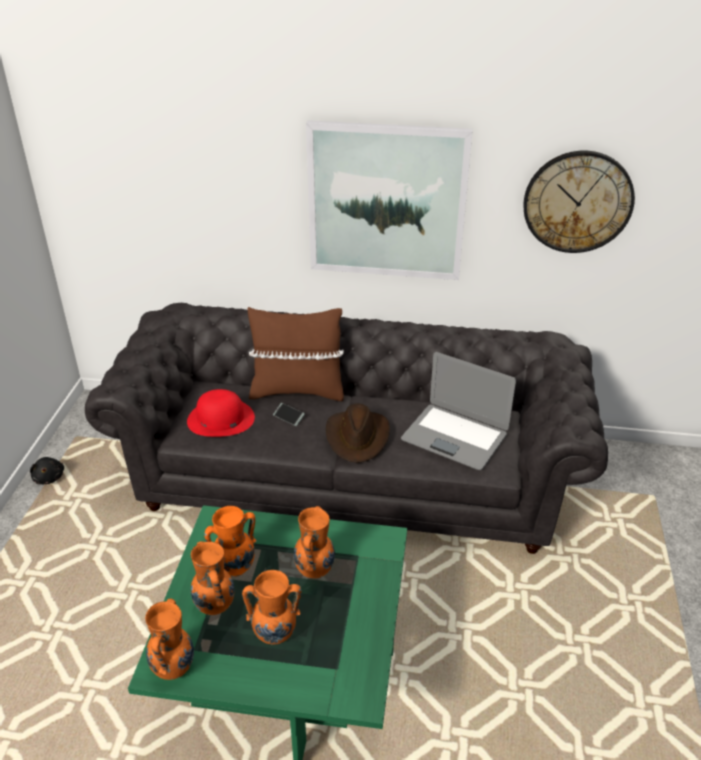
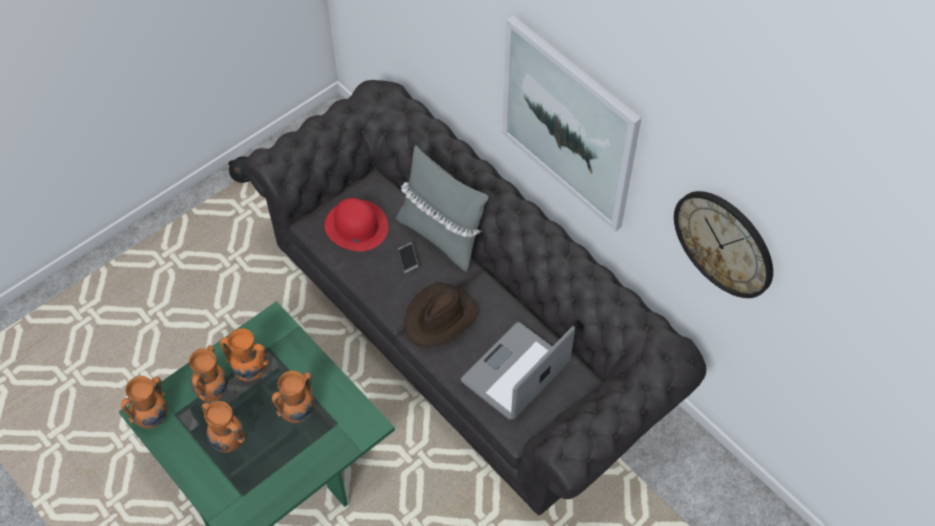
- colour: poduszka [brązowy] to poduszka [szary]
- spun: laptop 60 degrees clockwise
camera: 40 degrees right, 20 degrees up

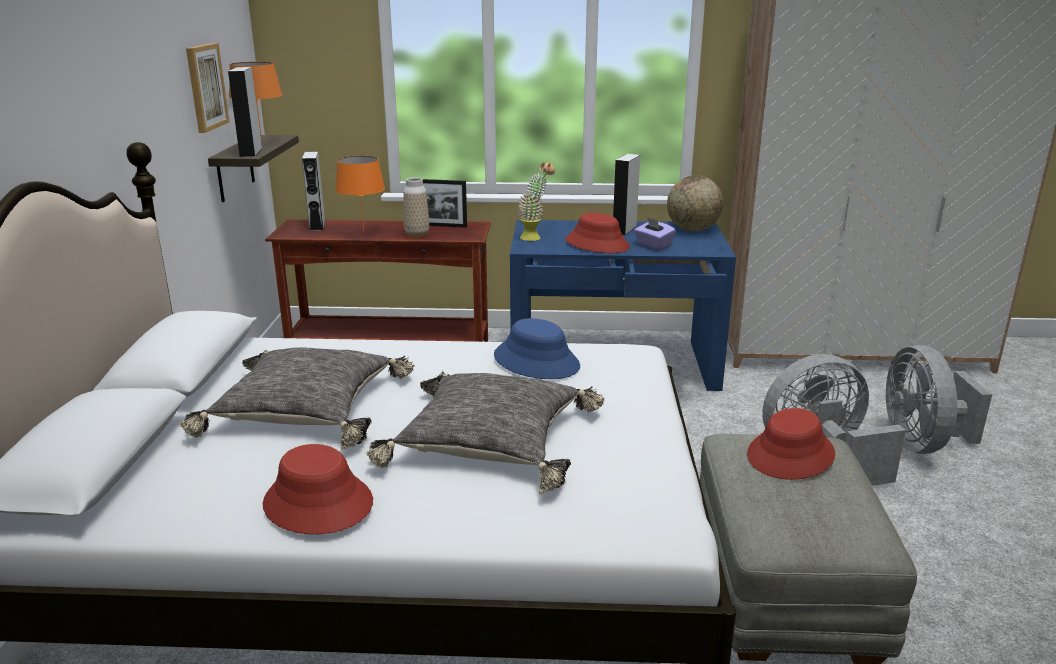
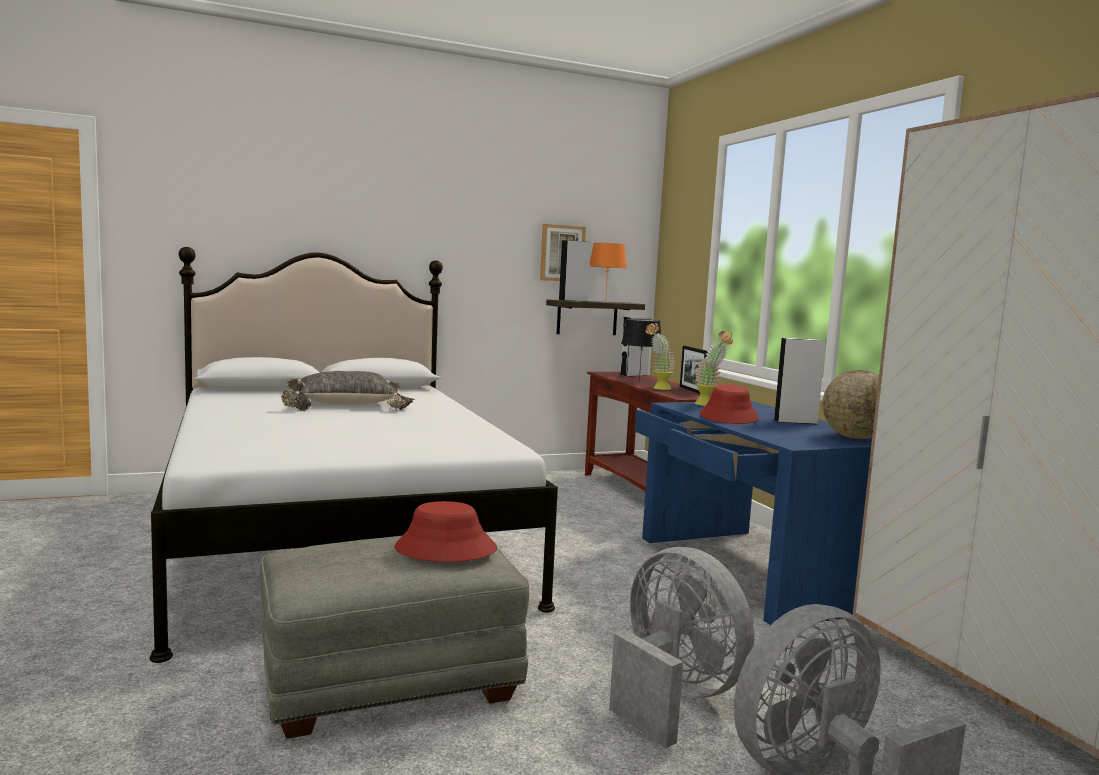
- colour: lampa stołowa [pomarańczowy] (no. 2 from left) to lampa stołowa [czarny]
- exchanged: wazon to roślina doniczkowa (no. 1 from left)
- missing: kapelusz [czerwony] (no. 1 from left)
- missing: poduszka (no. 2 from left)
- missing: kapelusz [niebieski]
- missing: pudełko chusteczek [fioletowy]
camera: 65 degrees right, 15 degrees down

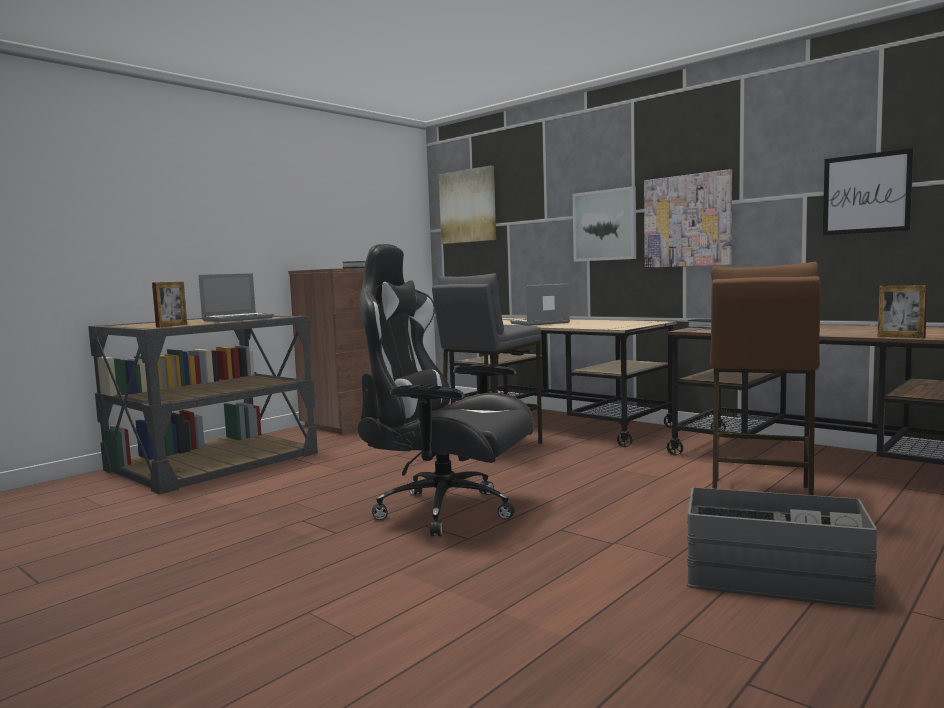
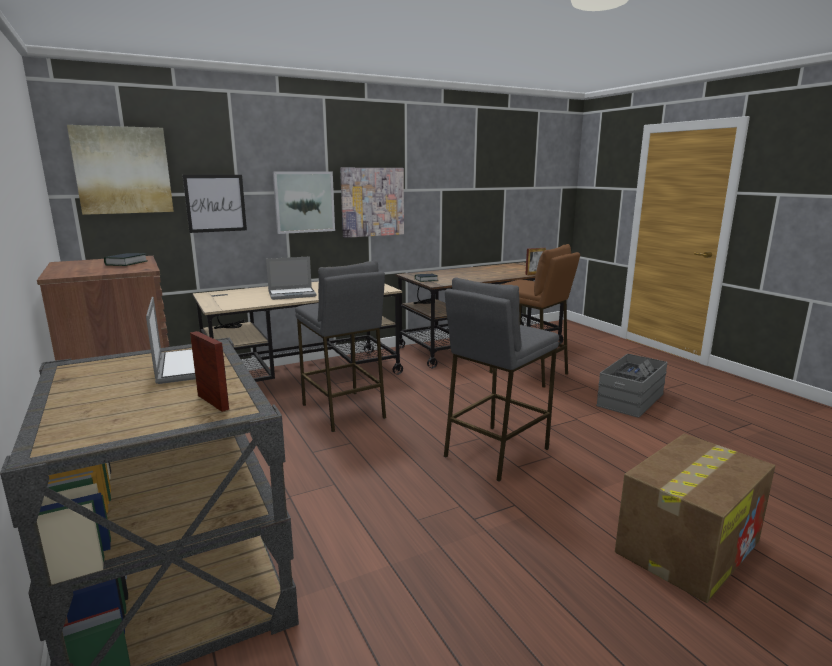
- relocated: obraz (no. 4 from left in the first image) to obraz (no. 2 from left)
- spun: laptop (no. 2 from left) 105 degrees counterclockwise
- exchanged: krzesło biurowe [czarny] to stołek [szary] (no. 2 from left)
- appeared: karton
camera: 70 degrees left, 10 degrees up

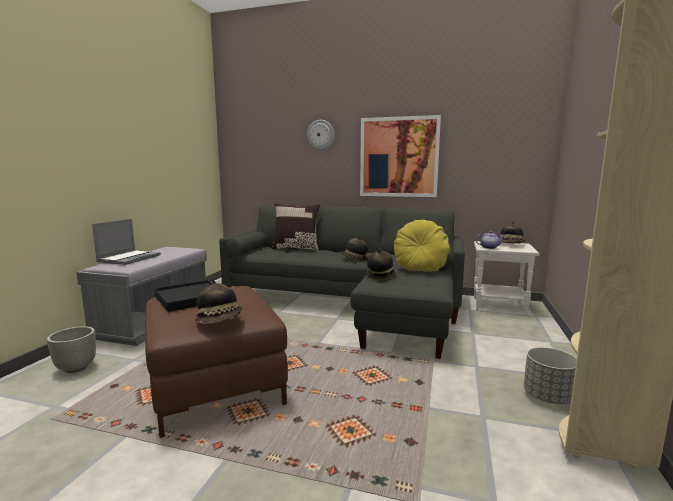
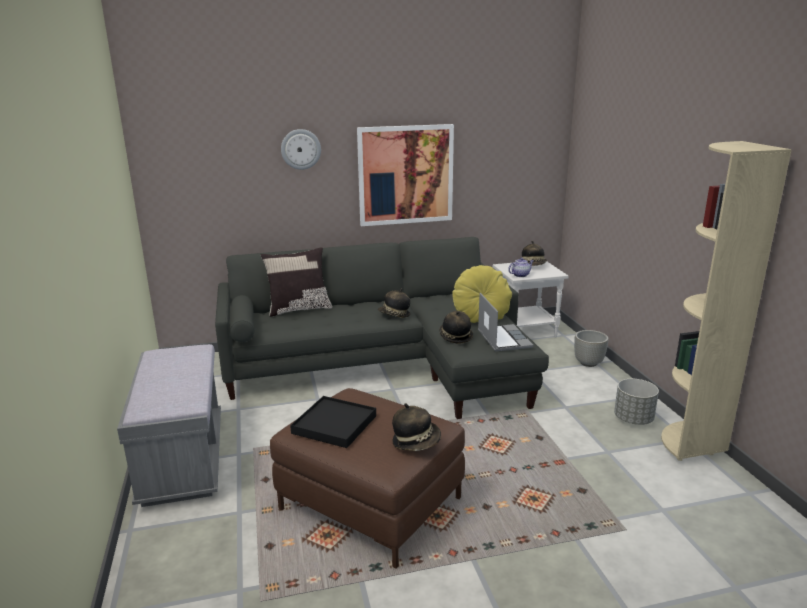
- relocated: laptop
- relocated: donica [szary] (no. 1 from left)
camera: 30 degrees left, 10 degrees up

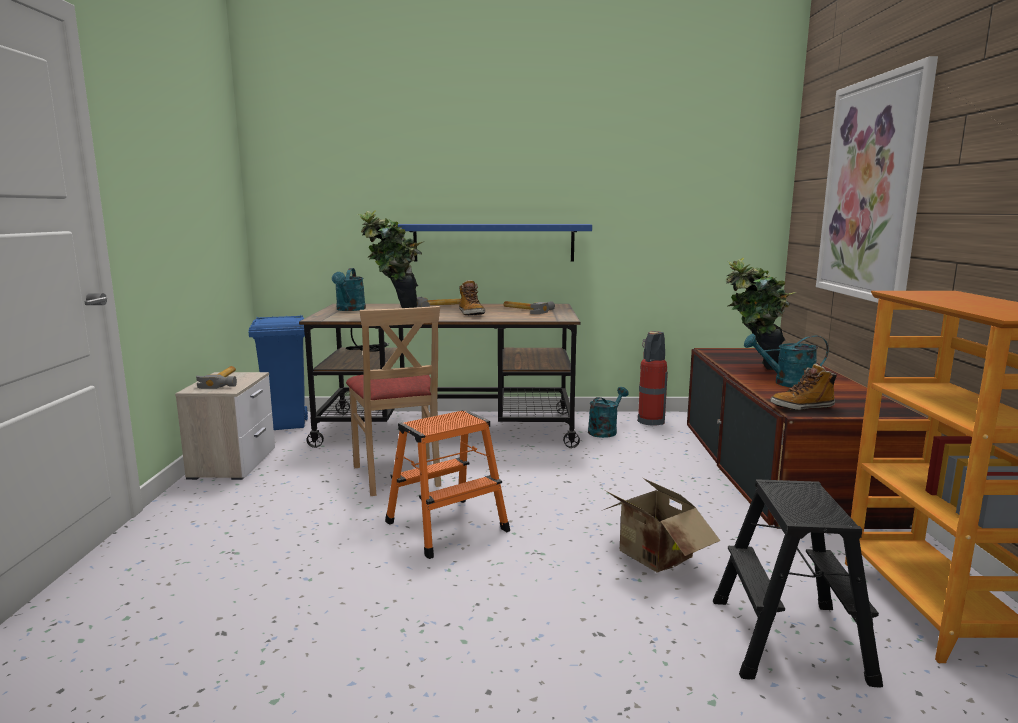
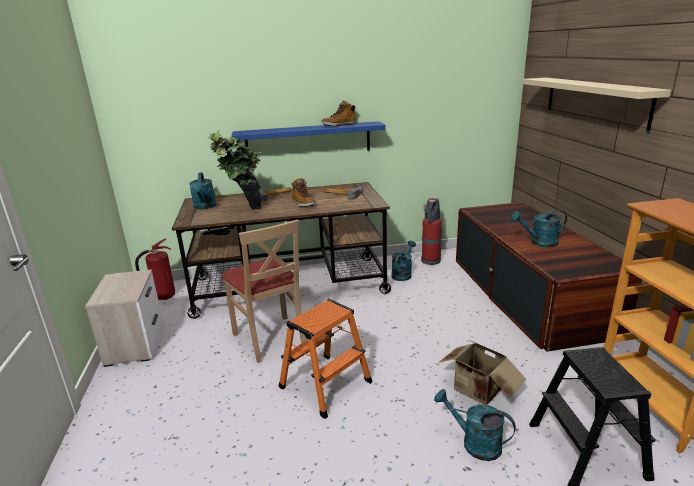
- exchanged: kosz na śmieci [niebieski] to gaśnica (no. 1 from left)
- relocated: but z cholewką (no. 2 from left)
- appeared: konewka [turkusowy] (no. 3 from left)
- exchanged: obraz to półka [beżowy]
- missing: młotek (no. 1 from left)
- missing: roślina doniczkowa (no. 2 from left)
camera: 10 degrees left, 10 degrees up

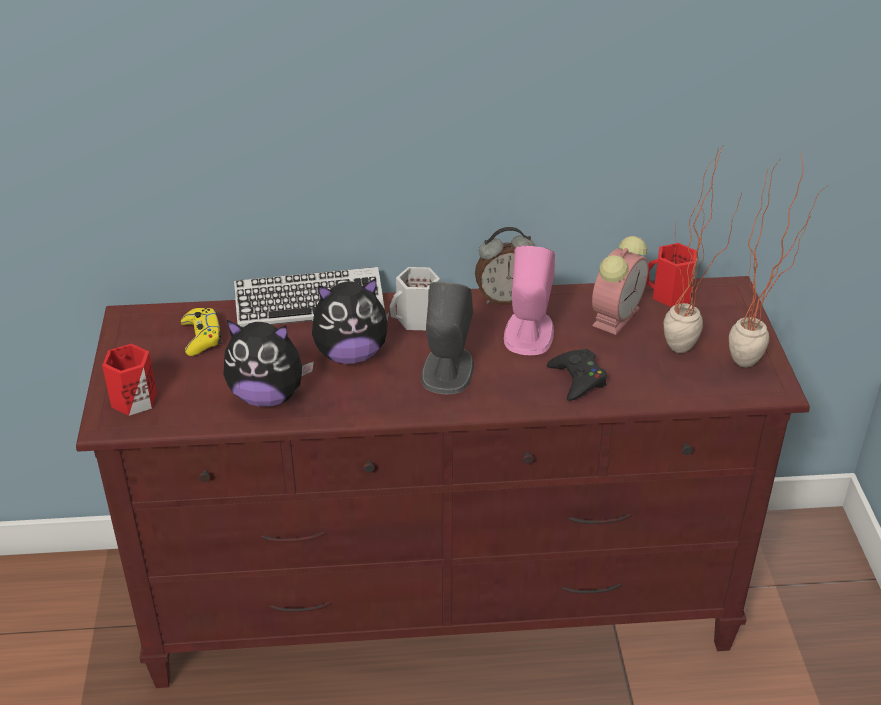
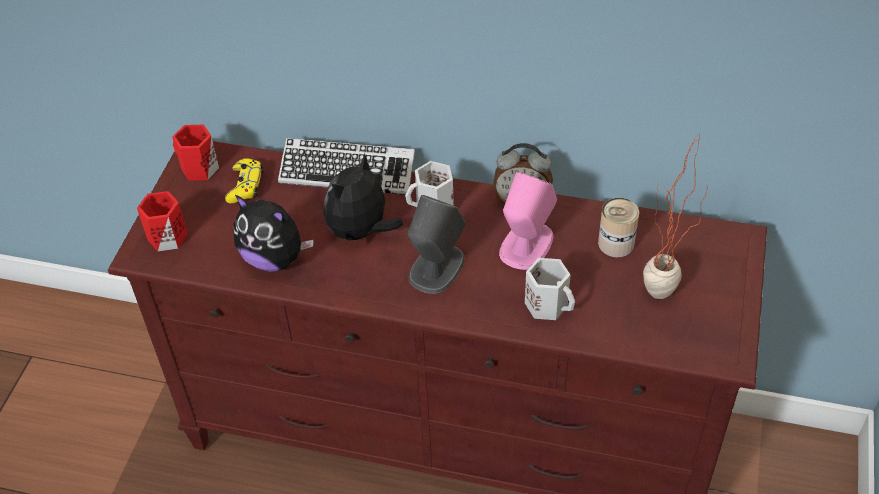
- relocated: kubek [czerwony] (no. 2 from left)
- spun: pluszak (no. 2 from left) 120 degrees clockwise
- exchanged: pad do gier [czarny] to kubek [biały] (no. 2 from left)
- exchanged: budzik (no. 2 from left) to puszka
- missing: roślina doniczkowa (no. 2 from left)
camera: 20 degrees right, 10 degrees up

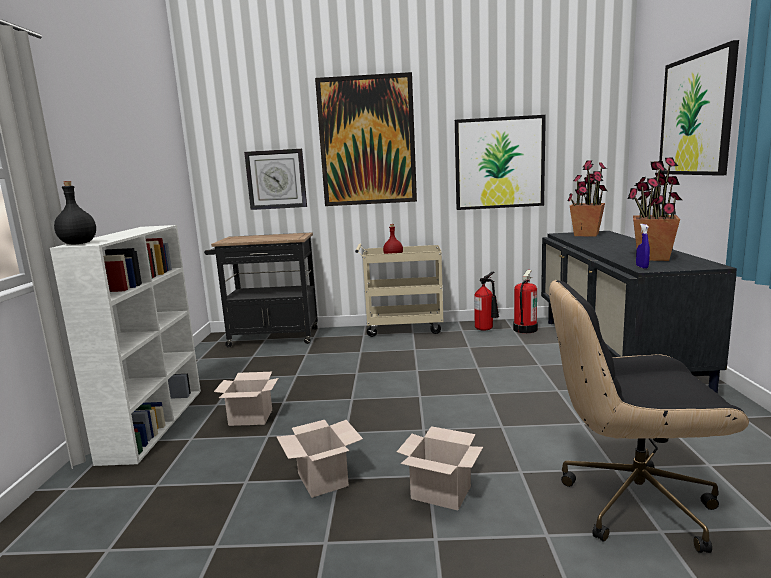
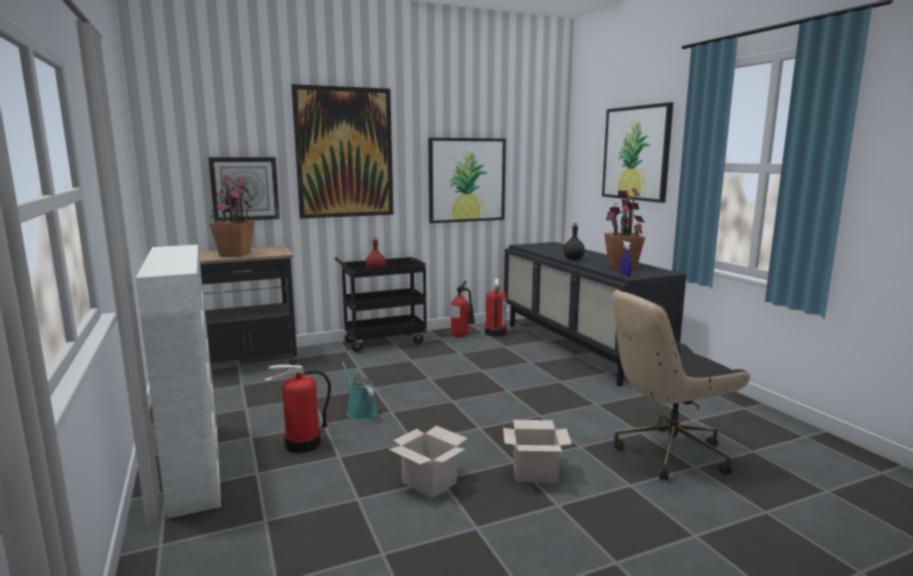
- relocated: roślina doniczkowa (no. 1 from left)
- exchanged: karton (no. 1 from left) to gaśnica (no. 1 from left)
- colour: wózek [beżowy] to wózek [czarny] (no. 2 from left)
- appeared: konewka [turkusowy]
- relocated: butelka [czarny]
camera: 25 degrees left, 0 degrees up

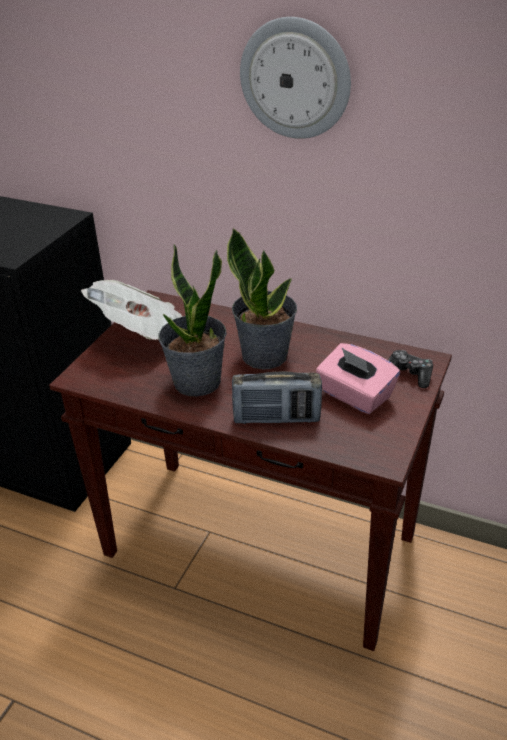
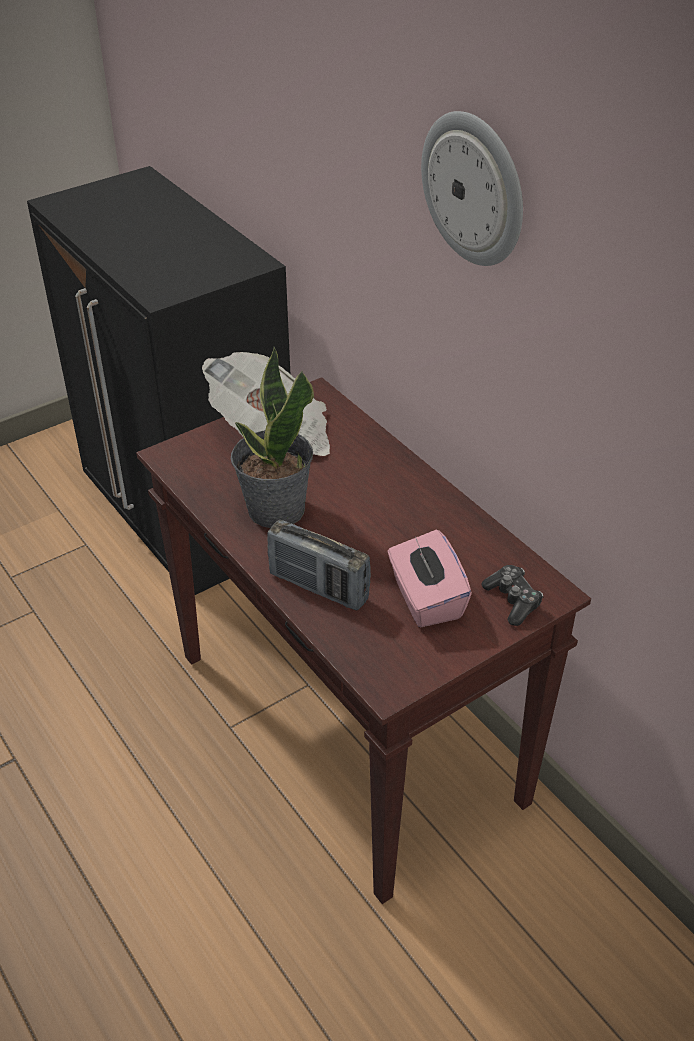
- missing: roślina doniczkowa (no. 2 from left)
camera: 30 degrees right, 5 degrees up

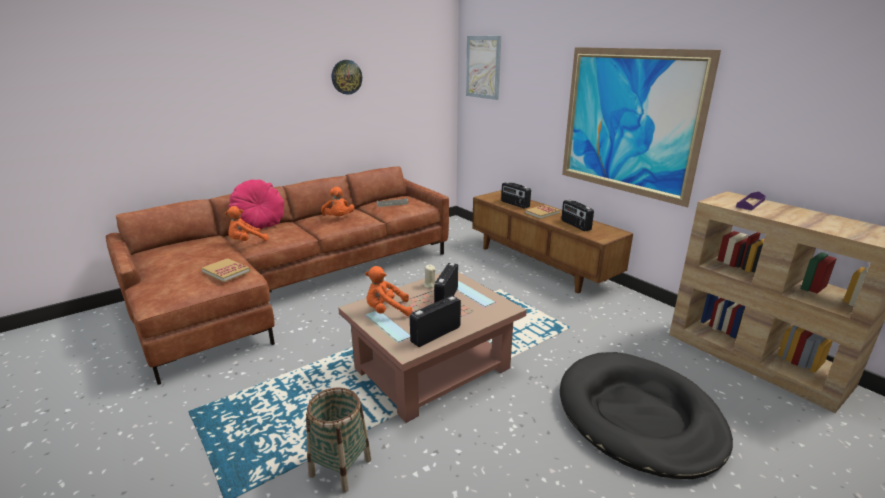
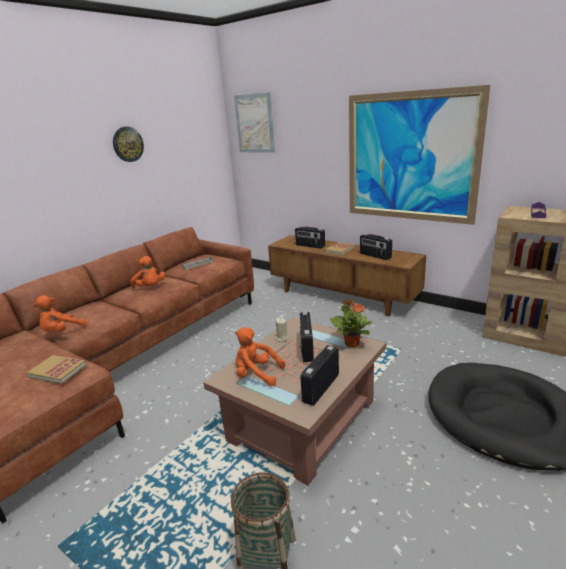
- spun: pluszak [pomarańczowy] (no. 3 from left) 45 degrees clockwise
- appeared: roślina doniczkowa
- missing: poduszka [różowy]
camera: 15 degrees left, 0 degrees up

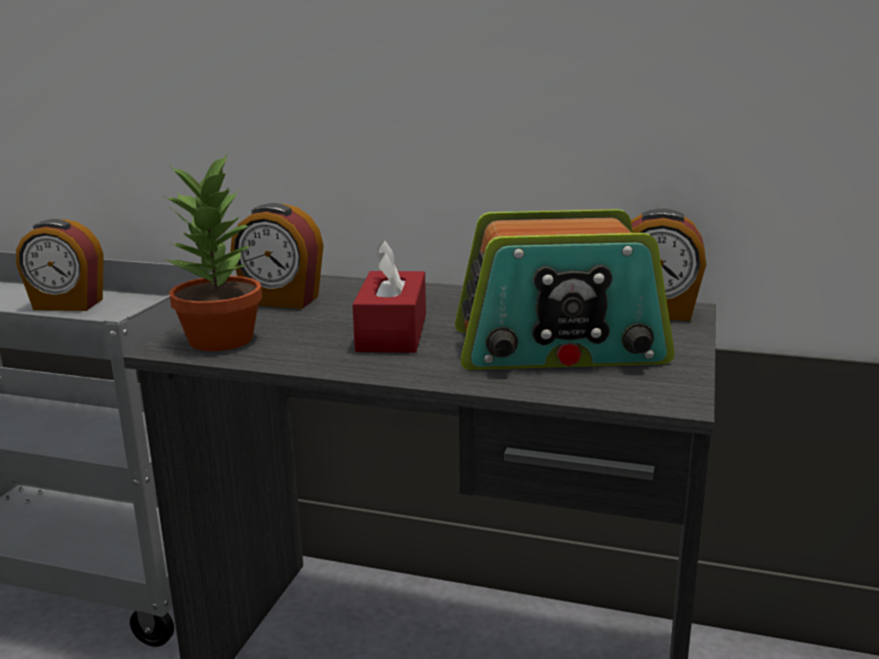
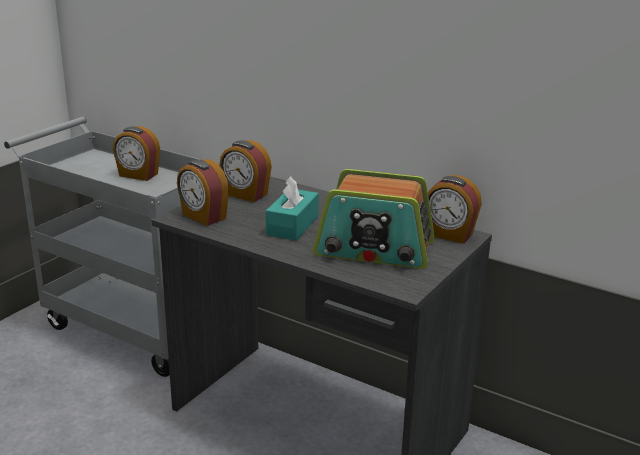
- exchanged: roślina doniczkowa to budzik (no. 2 from left)
- colour: pudełko chusteczek [czerwony] to pudełko chusteczek [turkusowy]
camera: 15 degrees right, 5 degrees up

